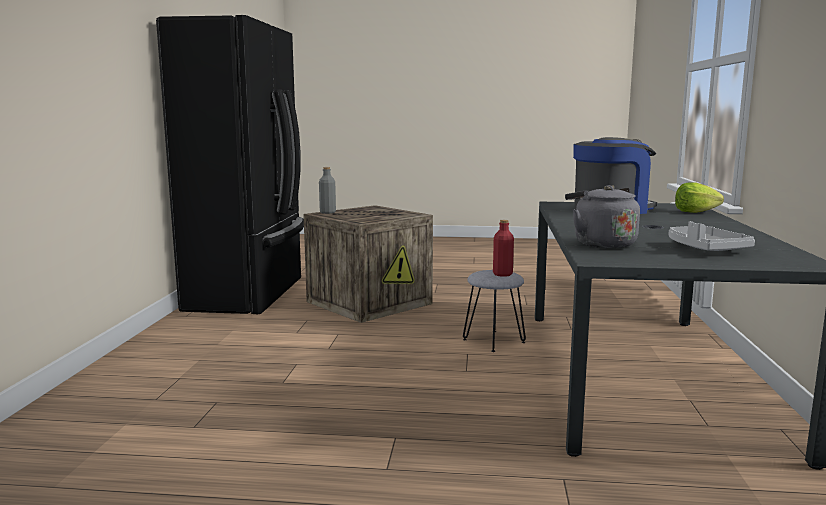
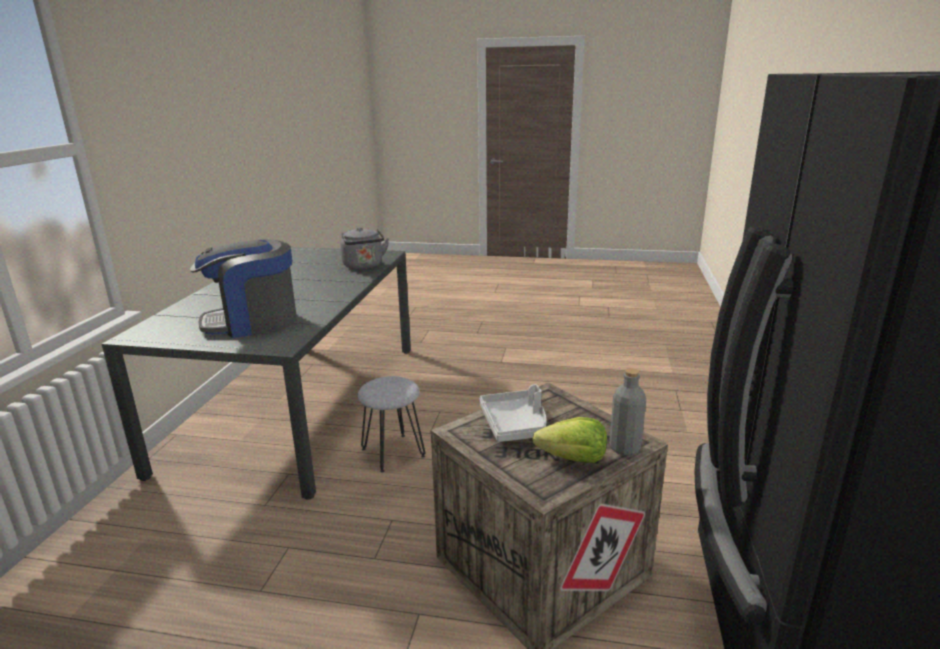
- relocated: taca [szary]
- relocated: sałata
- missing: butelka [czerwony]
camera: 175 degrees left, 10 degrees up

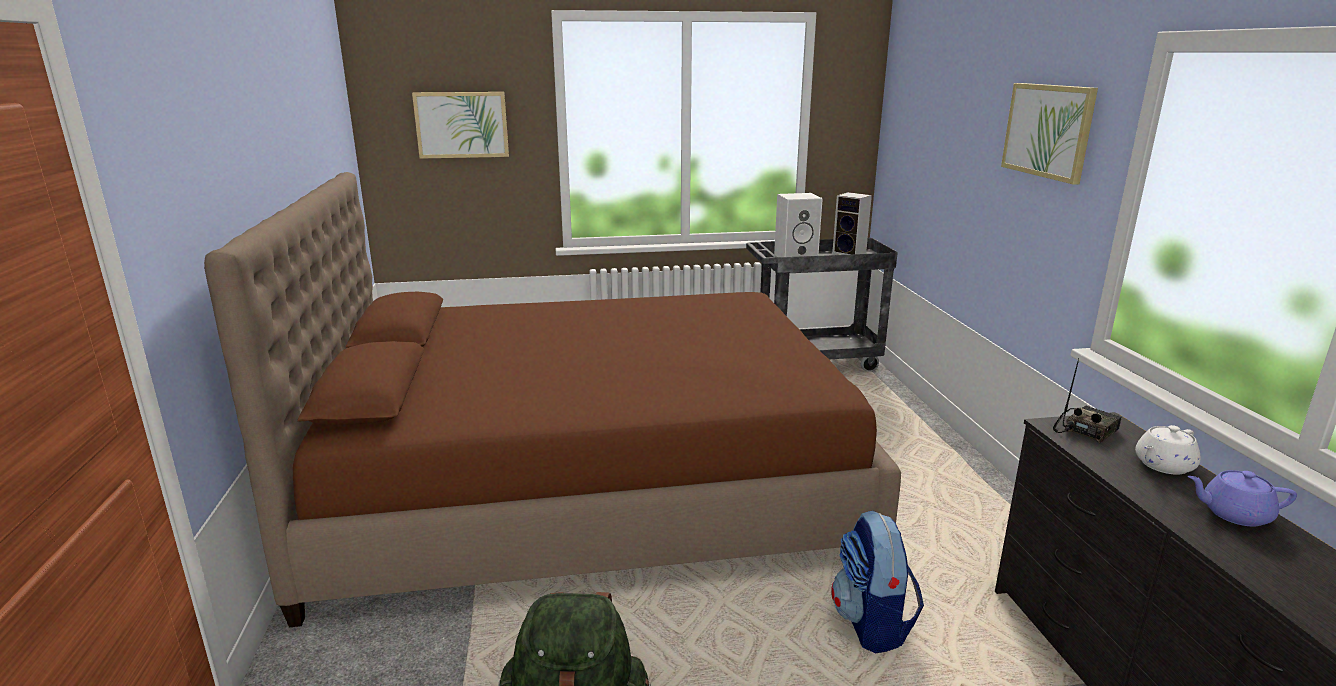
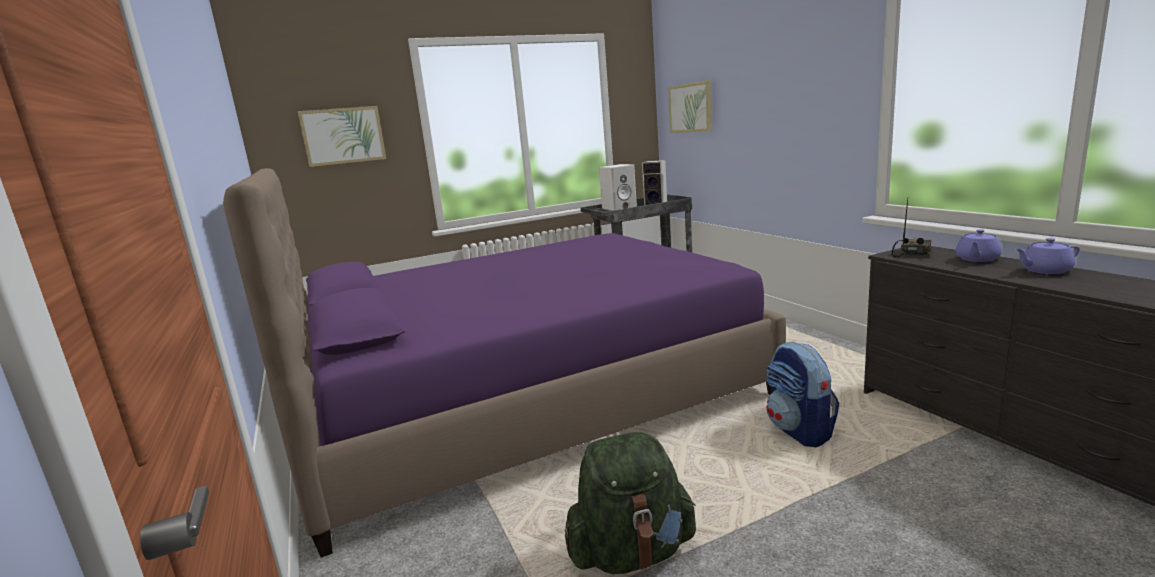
- colour: łóżko [brązowy] to łóżko [fioletowy]
- relocated: obraz (no. 2 from left)
- colour: imbryk [biały] to imbryk [fioletowy] (no. 1 from left)
camera: 15 degrees left, 5 degrees down

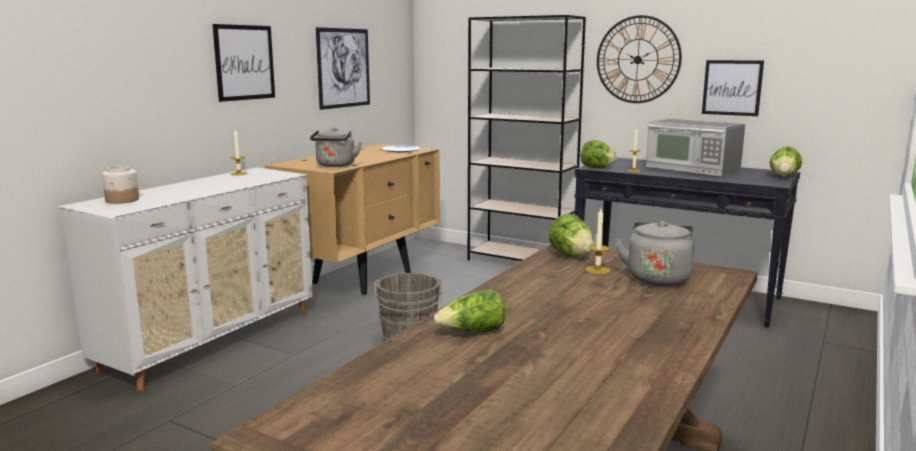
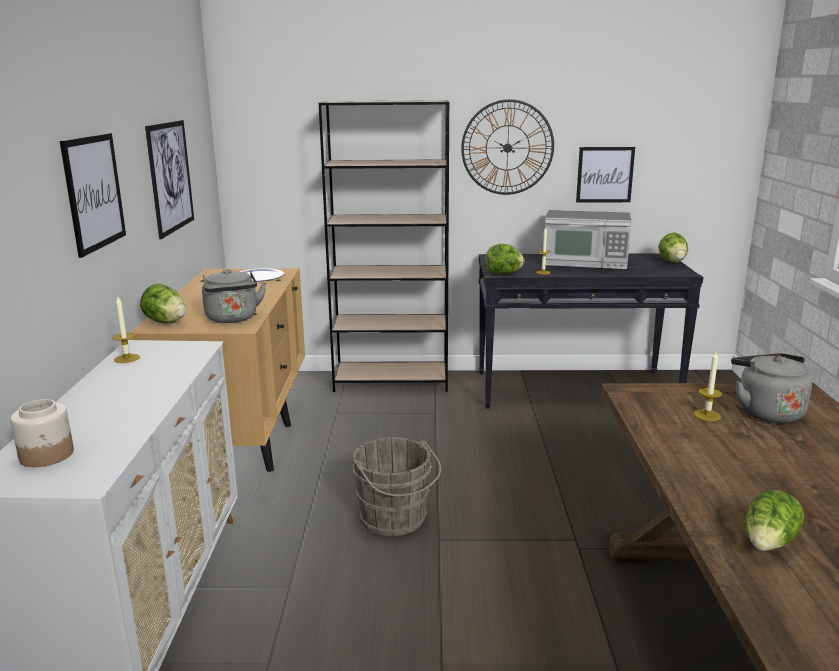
- relocated: sałata (no. 2 from left in the first image) to sałata (no. 1 from left)
camera: 30 degrees left, 5 degrees up

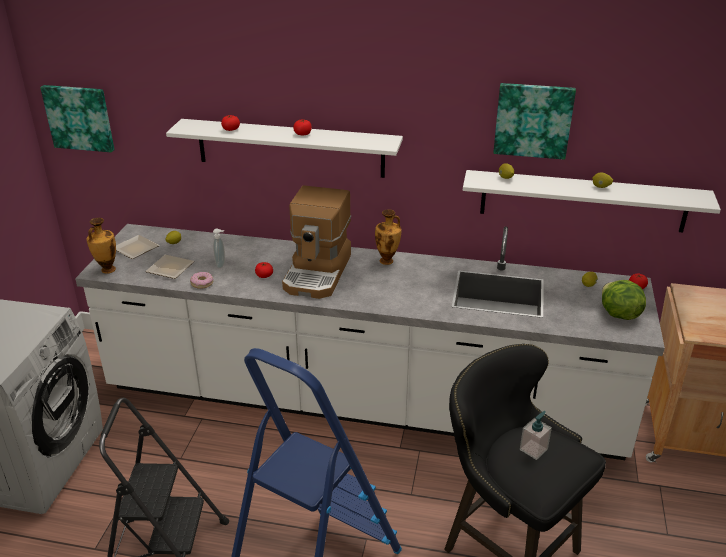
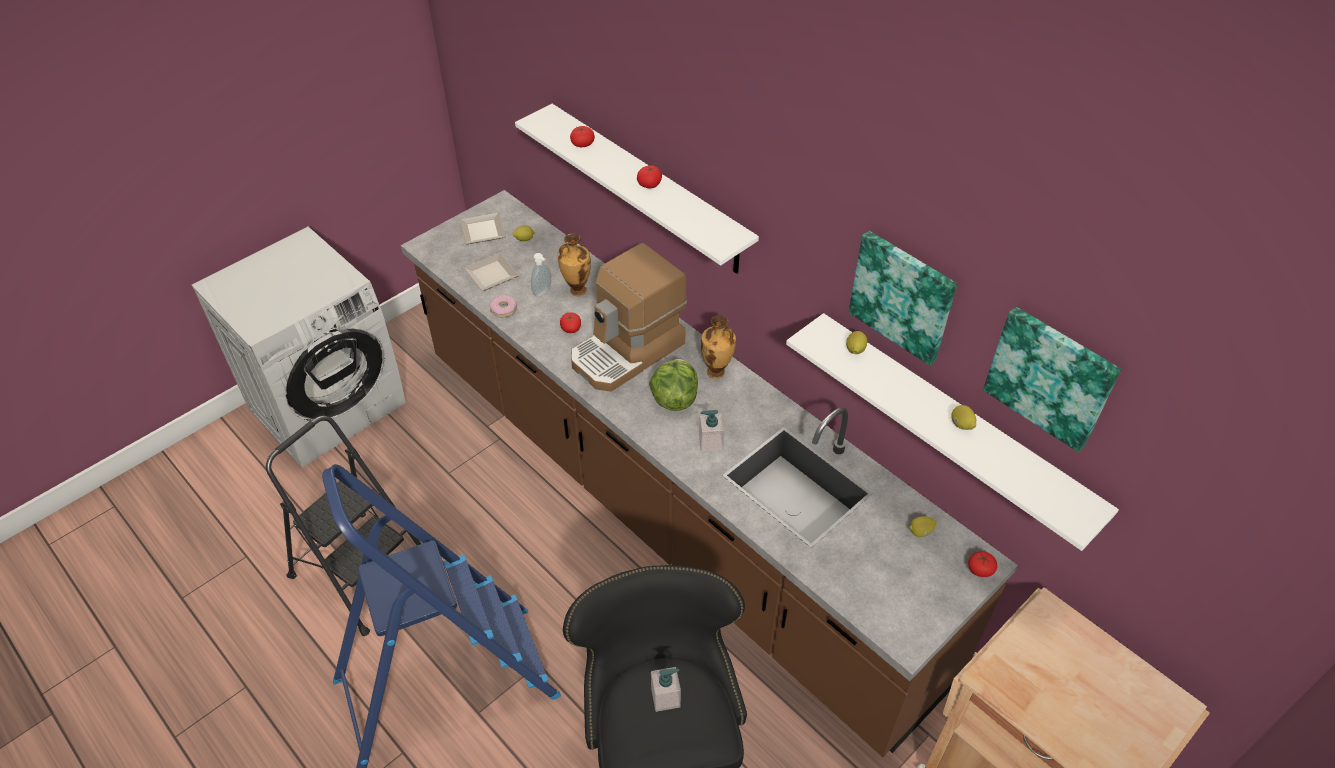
- colour: zabudowa kuchenna [biały] to zabudowa kuchenna [brązowy]
- relocated: wazon (no. 1 from left)
- relocated: sałata
- appeared: dozownik mydła (no. 3 from left)
- relocated: obraz (no. 1 from left in the first image) to obraz (no. 2 from left)
camera: 35 degrees right, 15 degrees up

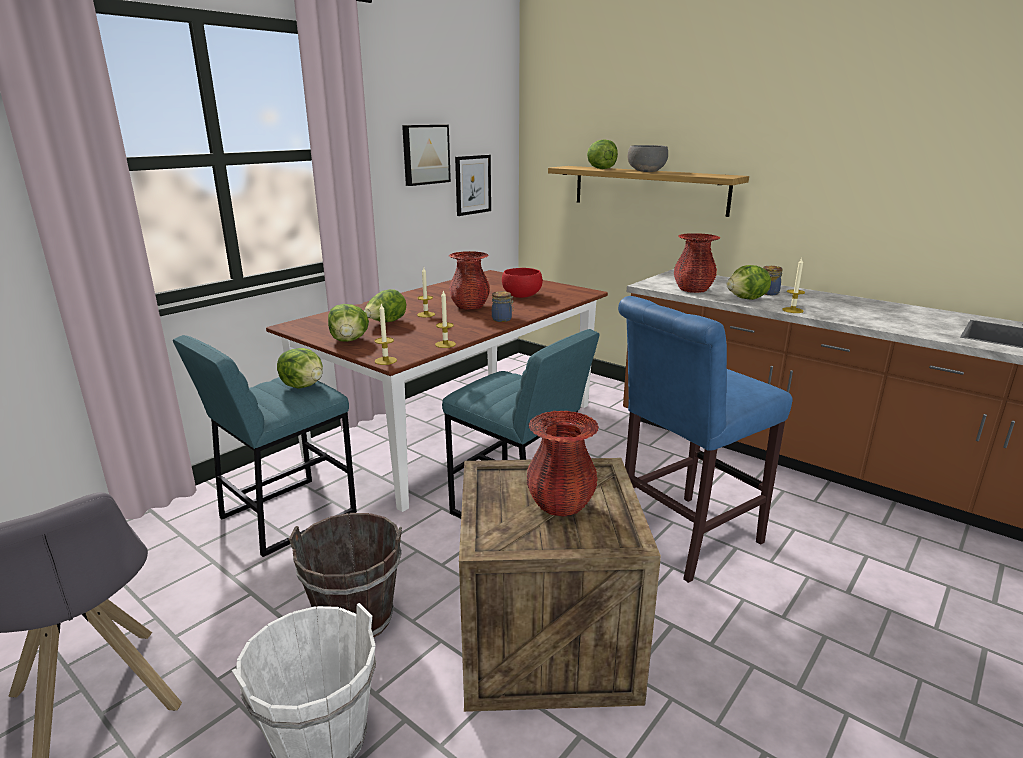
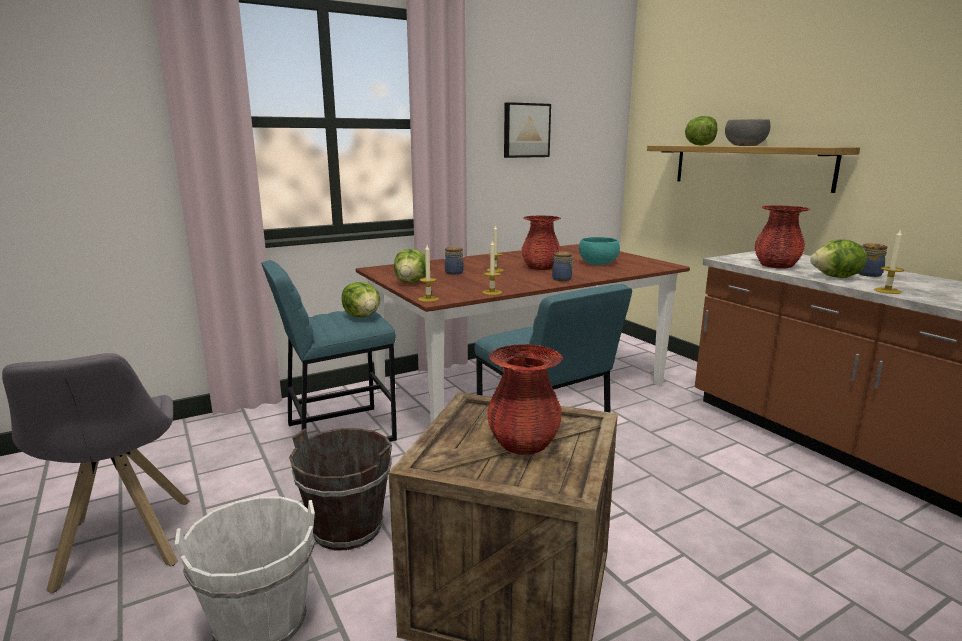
- exchanged: sałata (no. 3 from left) to słoik (no. 1 from left)
- colour: miska [czerwony] to miska [turkusowy]
- missing: obraz (no. 2 from left)
- missing: stołek [niebieski] (no. 3 from left)
camera: 20 degrees right, 5 degrees down

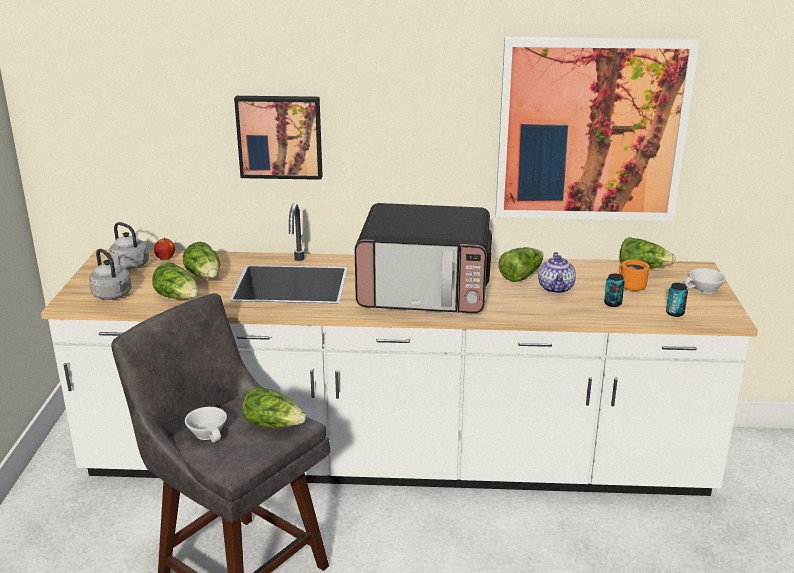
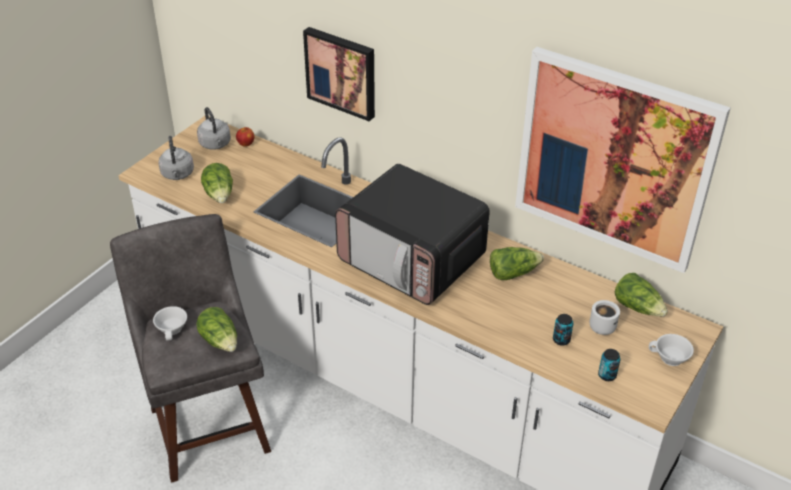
- colour: kubek [pomarańczowy] to kubek [biały]
- missing: sałata (no. 2 from left)
- missing: imbryk
camera: 30 degrees right, 15 degrees up

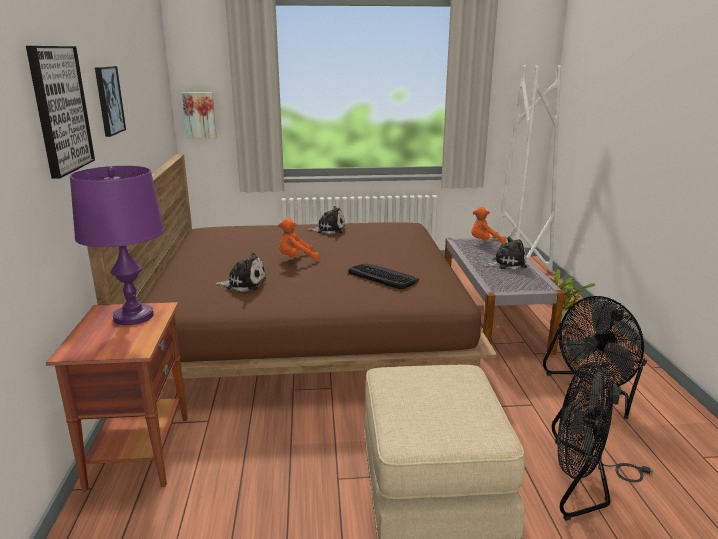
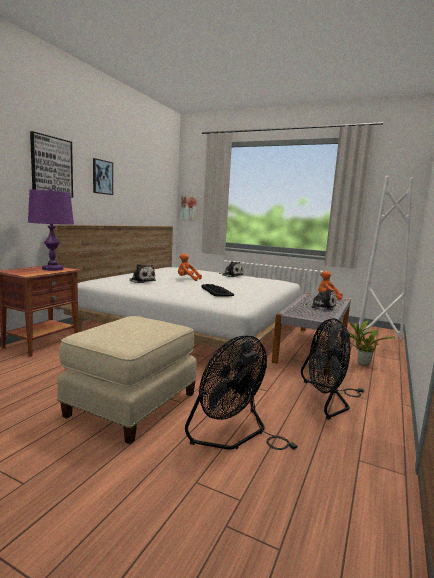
- colour: łóżko [brązowy] to łóżko [biały]
camera: 30 degrees right, 10 degrees down

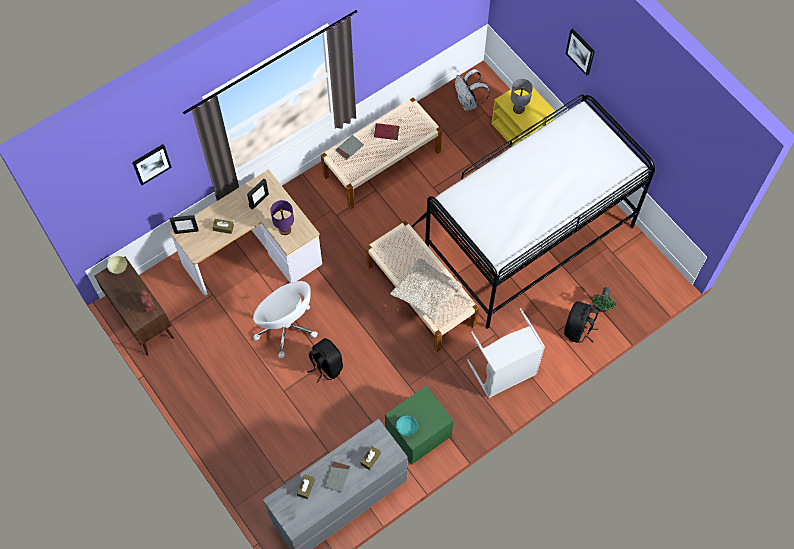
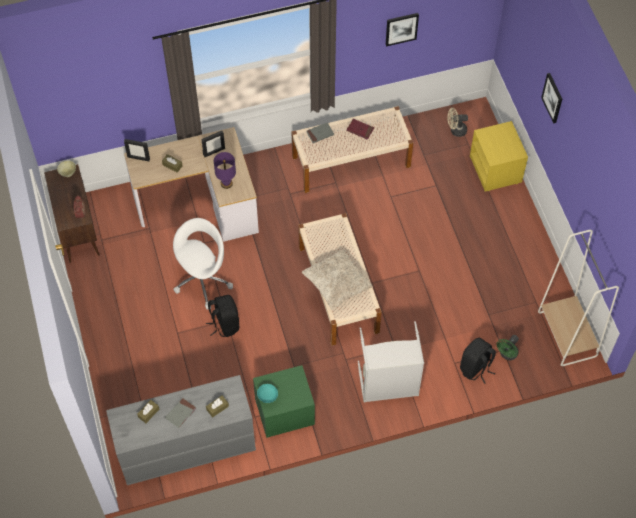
- spun: krzesło biurowe [biały] 105 degrees counterclockwise
- relocated: obraz (no. 1 from left)
- exchanged: plecak [biały] to wentylator [beżowy]
- appeared: wieszak
- missing: łóżko [czarny]
- missing: lampa stołowa [szary]
camera: 20 degrees right, 5 degrees down

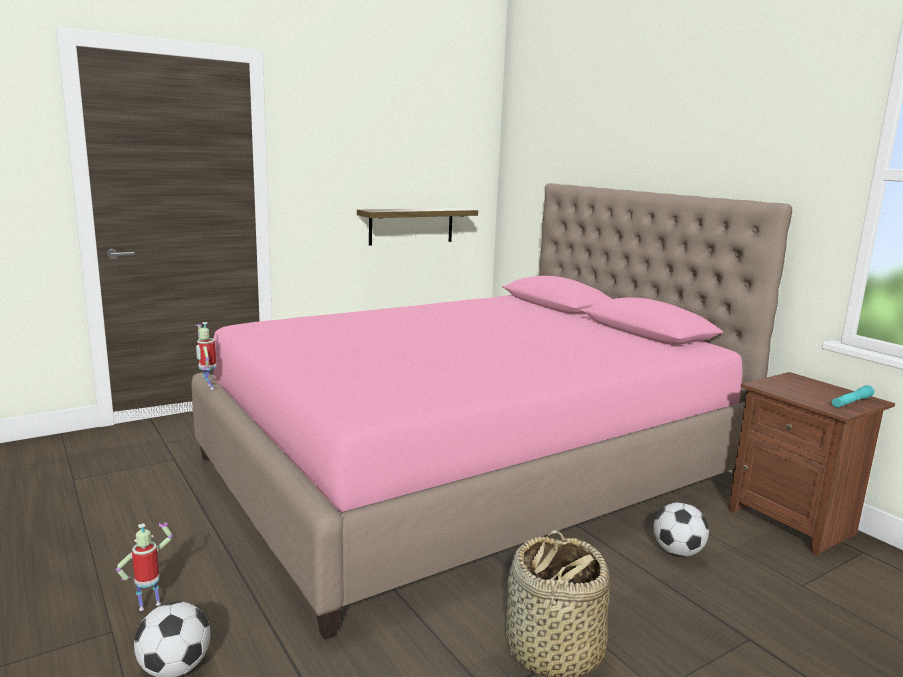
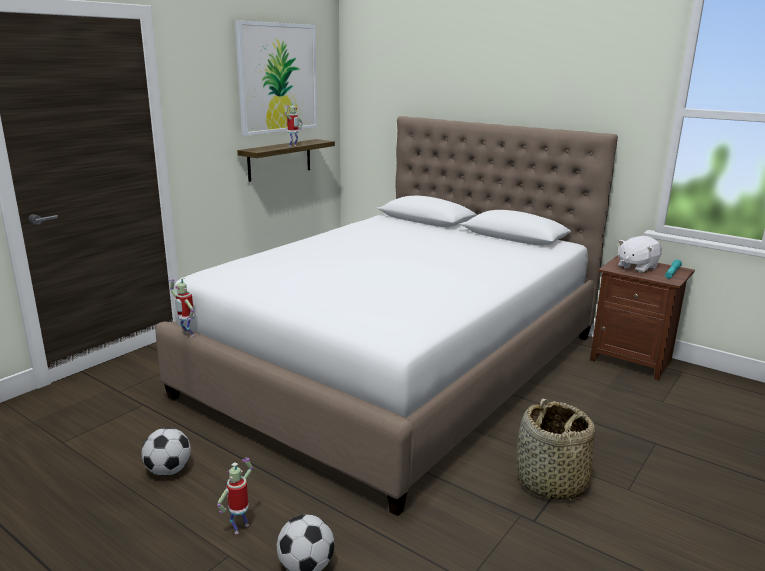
- relocated: piłka futbolowa (no. 2 from left in the first image) to piłka futbolowa (no. 1 from left)
- colour: łóżko [różowy] to łóżko [biały]
- appeared: obraz
- appeared: robot zabawkowy (no. 3 from left)
- appeared: pluszak [biały]
camera: 20 degrees left, 5 degrees up

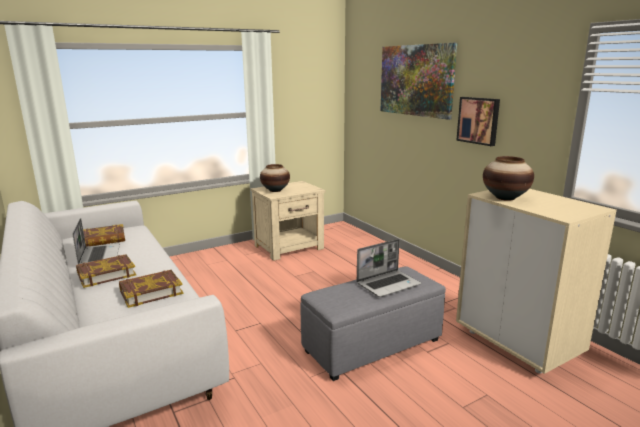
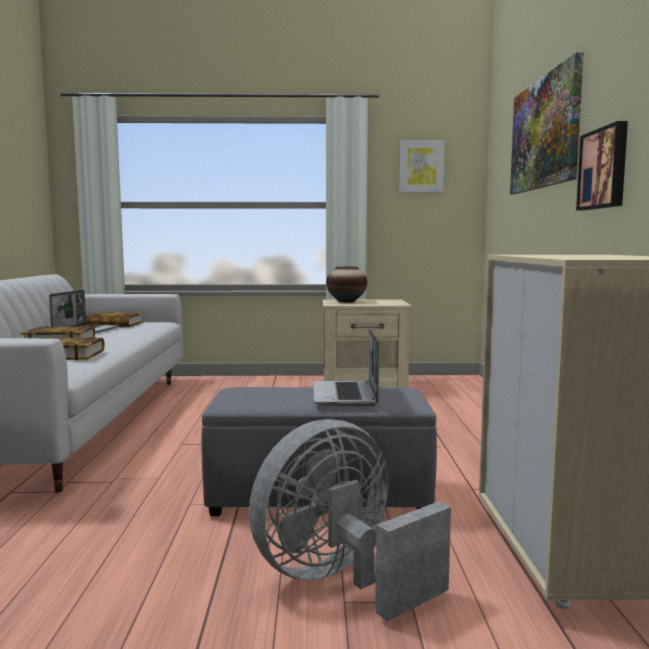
- appeared: wentylator [szary]
- spun: laptop (no. 2 from left) 90 degrees clockwise
- appeared: obraz (no. 1 from left)
- missing: wazon (no. 2 from left)
camera: 30 degrees right, 10 degrees down

